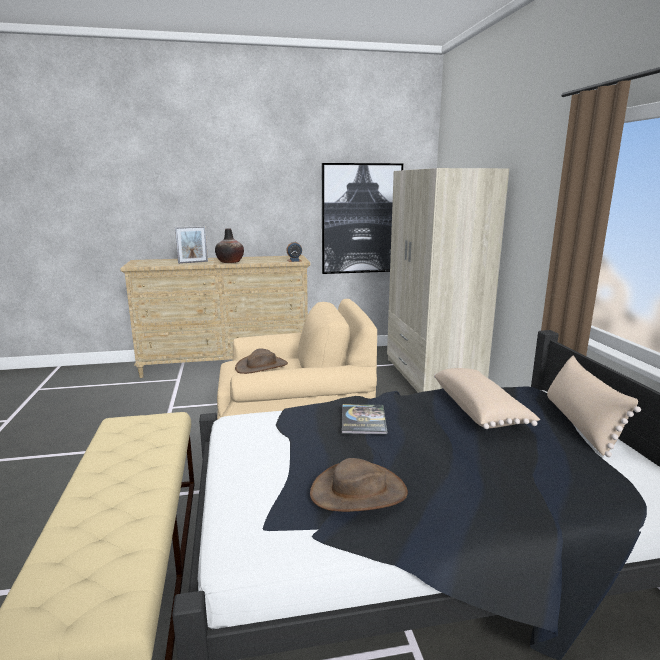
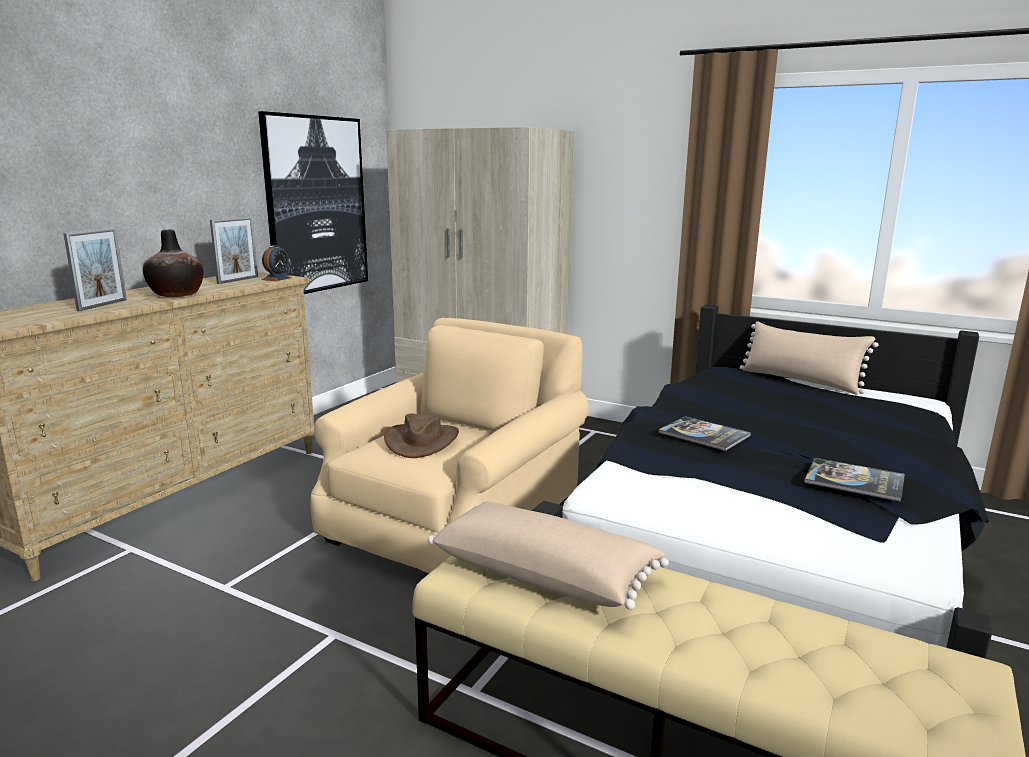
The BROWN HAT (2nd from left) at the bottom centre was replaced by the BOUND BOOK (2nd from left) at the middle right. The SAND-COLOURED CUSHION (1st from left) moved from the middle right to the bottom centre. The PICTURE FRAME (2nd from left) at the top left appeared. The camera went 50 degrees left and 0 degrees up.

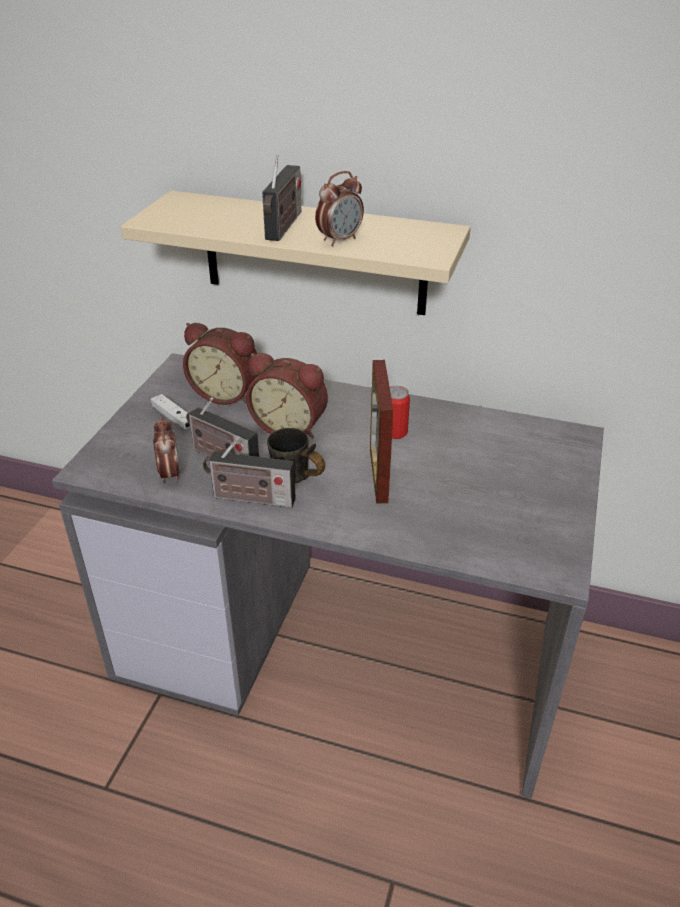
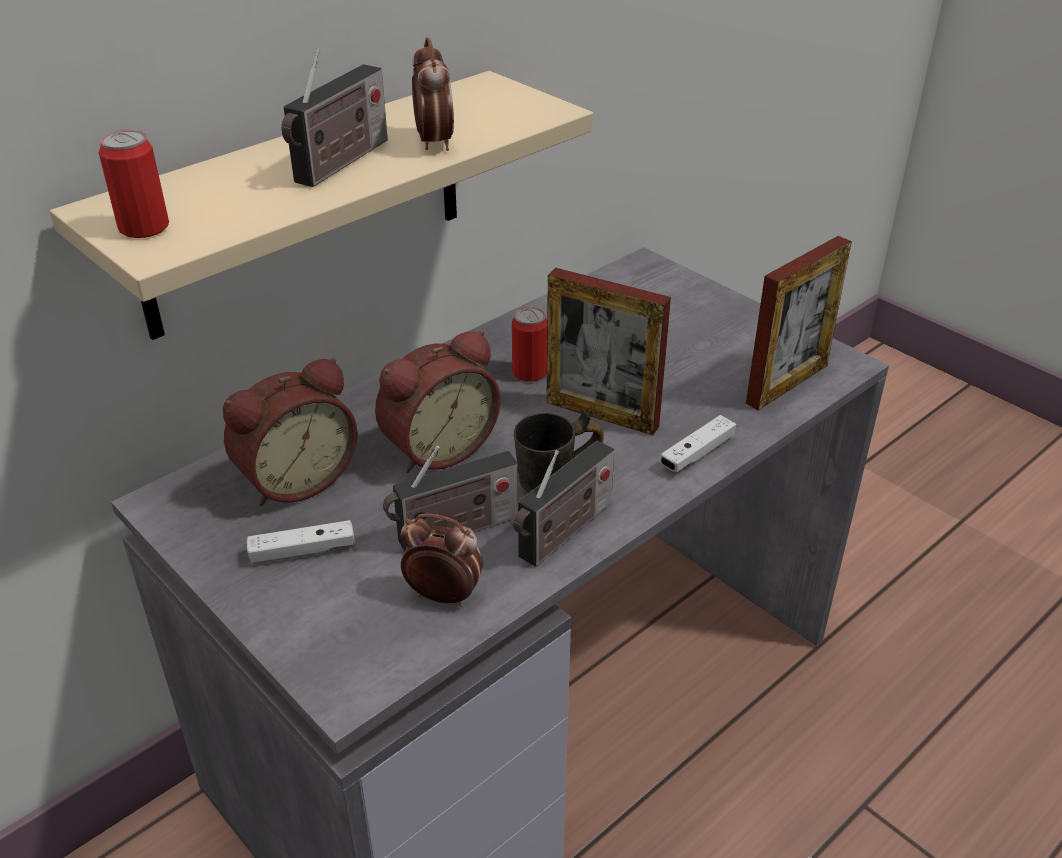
The RADIO (3rd from left in the first image) at the top centre turned 75 degrees clockwise. The METAL CAN (1st from left) at the top left appeared. The WHITE GAME CONTROLLER (2nd from left) at the centre appeared. The PICTURE FRAME (2nd from left) at the middle right appeared. The camera went 60 degrees left and 0 degrees up.

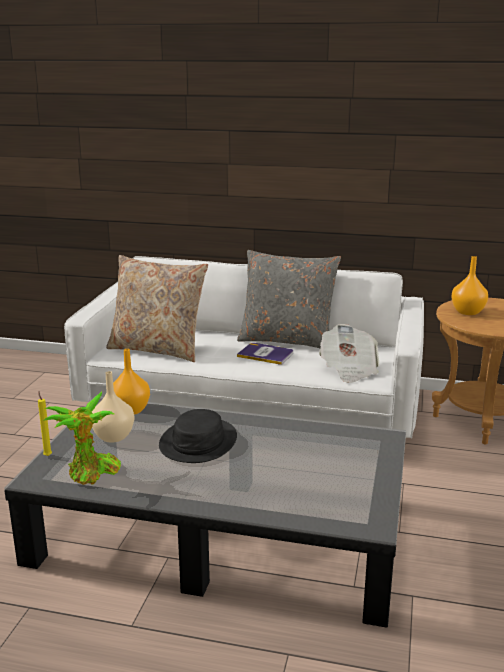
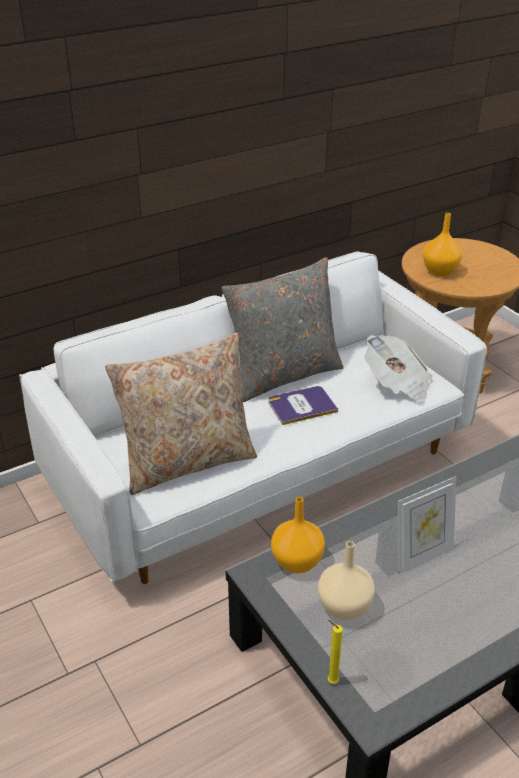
The POTTED PLANT at the middle left disappeared. The BLACK HAT at the centre was replaced by the PICTURE FRAME at the bottom right. The camera went 45 degrees left and 15 degrees up.

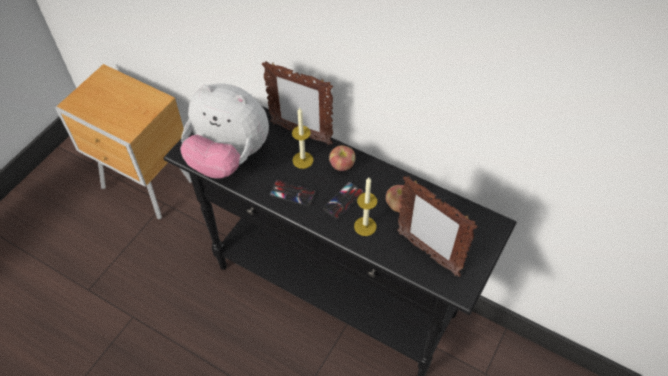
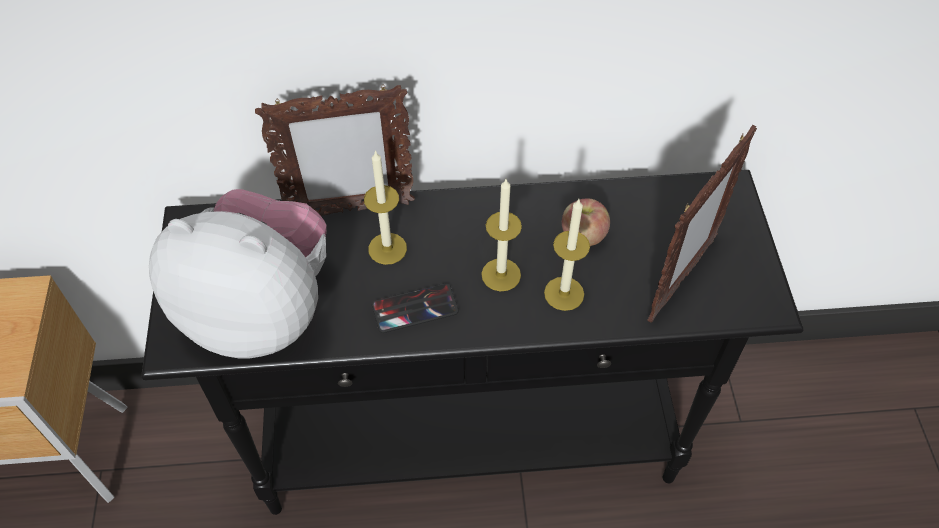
The SOFT TOY at the centre turned 150 degrees counterclockwise. The HANDSET (2nd from left) at the centre was replaced by the CANDLE (2nd from left) at the centre. The APPLE (1st from left) at the centre disappeared. The PICTURE FRAME (2nd from left) at the centre turned 60 degrees counterclockwise. The camera went 35 degrees left and 0 degrees up.

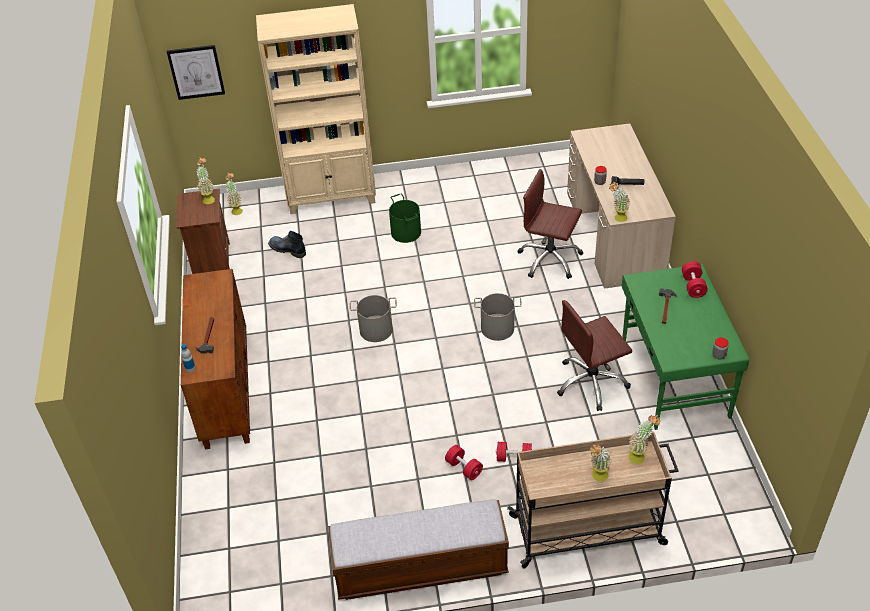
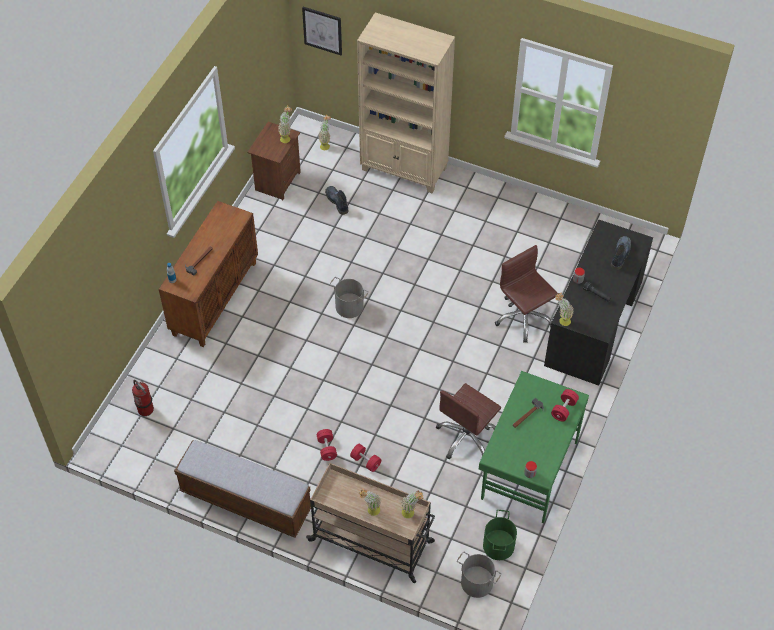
The GREEN-COLOURED BUCKET moved from the centre to the bottom centre. The GRAY BUCKET (2nd from left) moved from the centre to the bottom centre. The BROWN COMPUTER CHAIR (2nd from left in the first image) at the middle right turned 60 degrees counterclockwise. The SAND-COLOURED DESK TABLE at the middle right became the BLACK DESK TABLE at the middle right. The FIRE EXTINGUISHER at the middle left appeared. The TALL BOOT (2nd from left) at the middle right appeared. The camera went 30 degrees right and 10 degrees up.

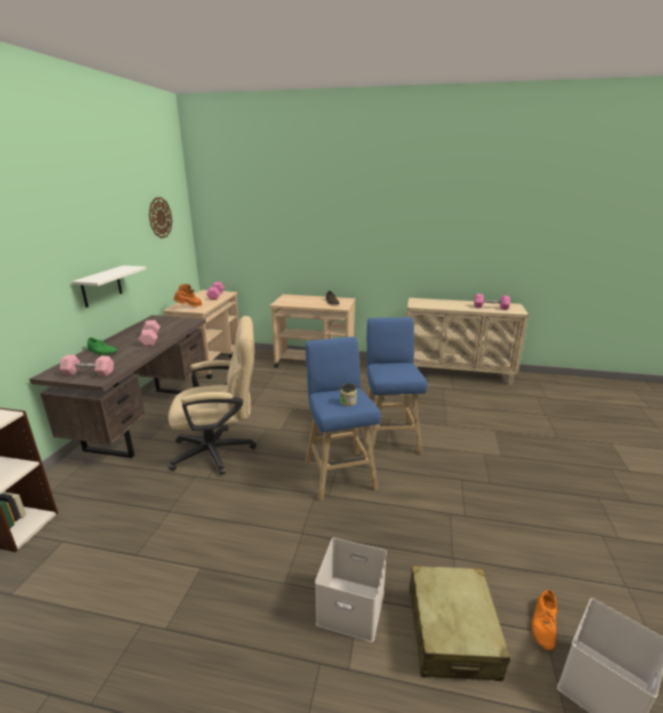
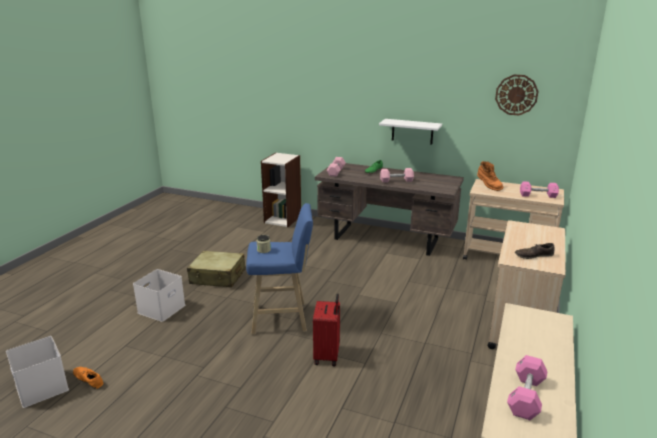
The SAND-COLOURED COMPUTER CHAIR at the middle left disappeared. The BLUE-COLOURED STOOL SEAT (2nd from left) at the centre was replaced by the RED SUITCASE at the bottom centre. The SAND-COLOURED SUITCASE moved from the bottom right to the middle left. The camera went 100 degrees right and 0 degrees up.

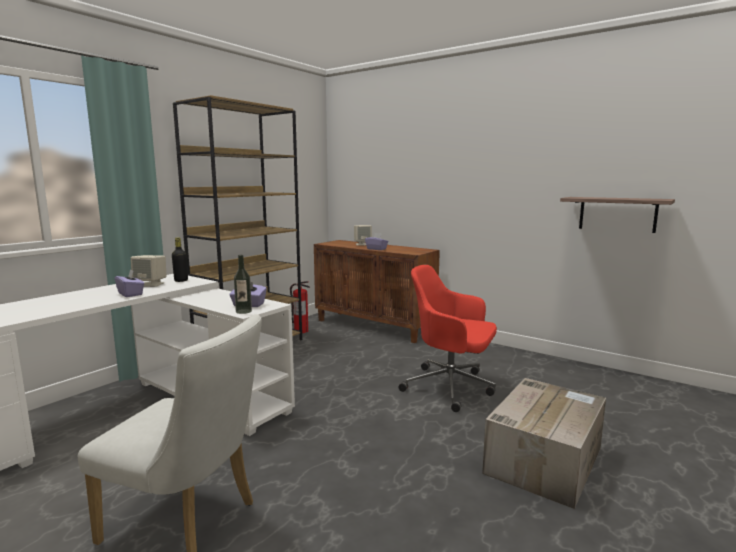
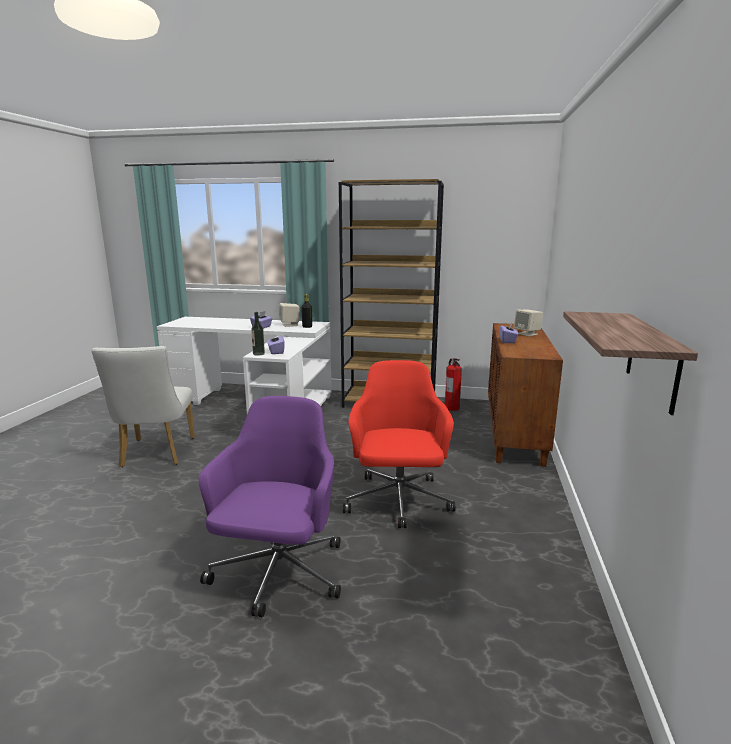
The CARDBOARD BOX at the bottom right was replaced by the PURPLE COMPUTER CHAIR at the bottom centre. The camera went 65 degrees right and 5 degrees up.

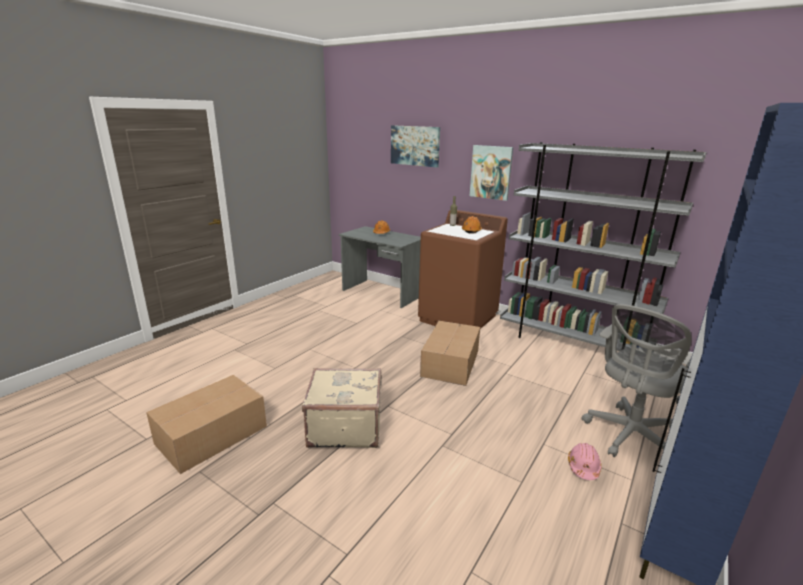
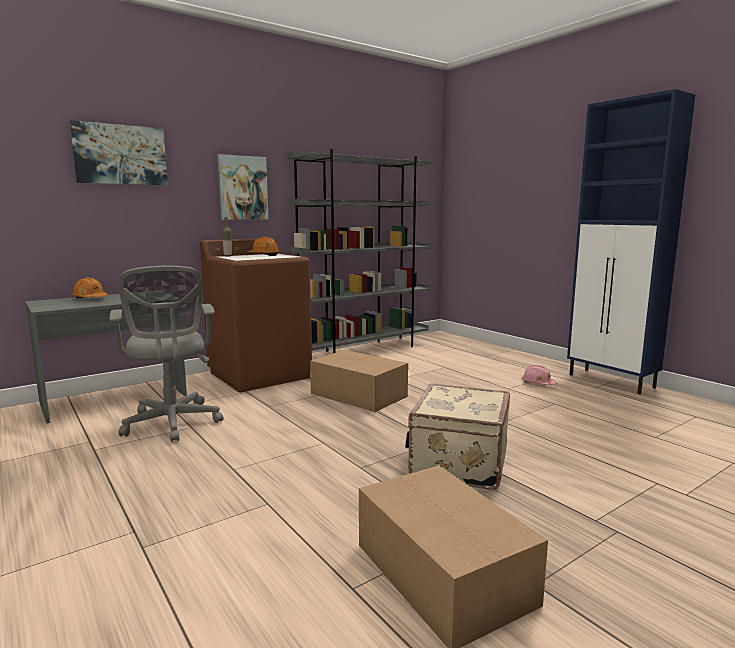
The GRAY COMPUTER CHAIR moved from the middle right to the middle left. The camera went 70 degrees left and 10 degrees down.

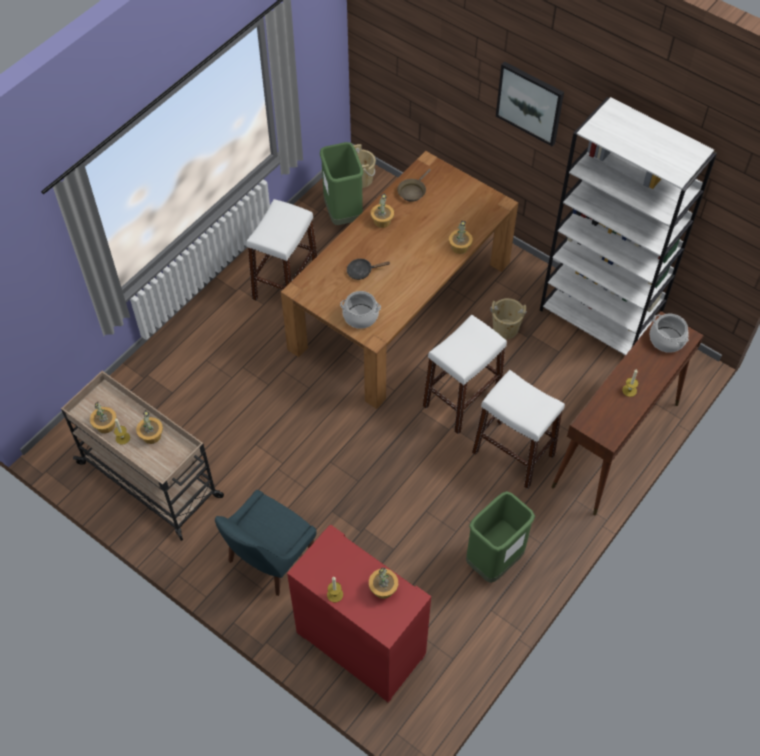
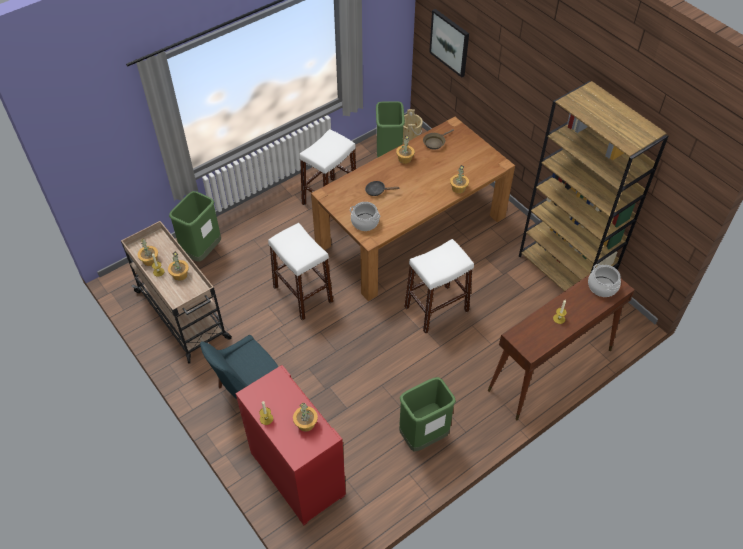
The WHITE STOOL SEAT (3rd from left in the first image) moved from the middle right to the centre. The SAND-COLOURED BUCKET (2nd from left) at the middle right disappeared. The PICTURE moved from the top right to the top centre. The WHITE SHELVING UNIT at the top right became the BROWN SHELVING UNIT at the middle right. The GREEN-COLOURED WASTE BIN (1st from left) at the middle left appeared. The camera went 15 degrees right and 5 degrees down.

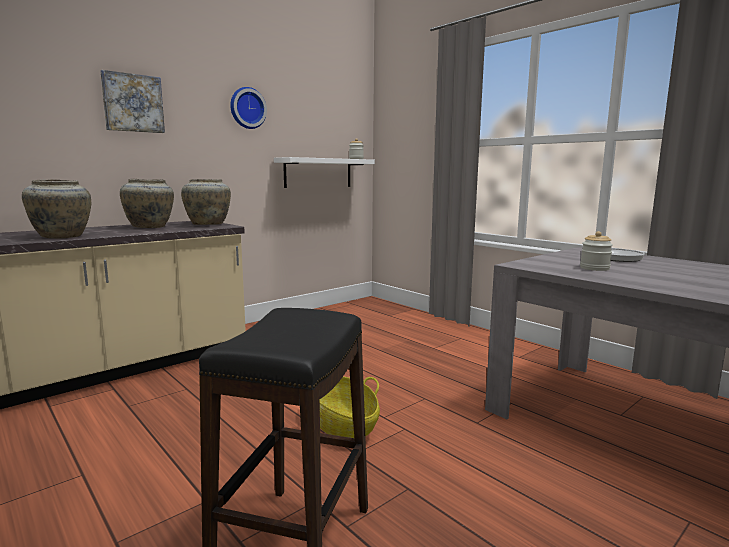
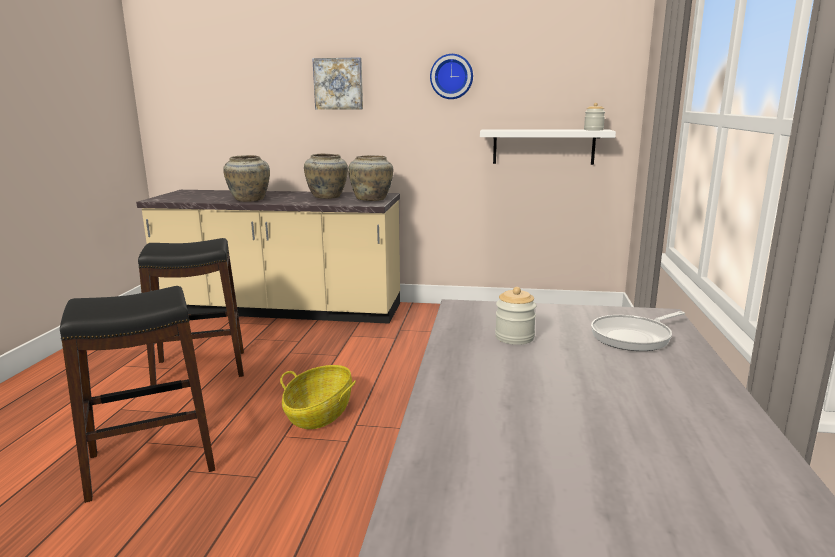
The BLACK STOOL SEAT (2nd from left) at the middle left appeared. The camera went 50 degrees right and 5 degrees up.

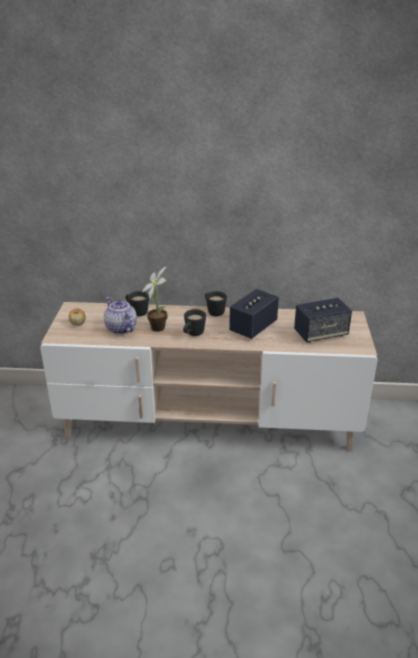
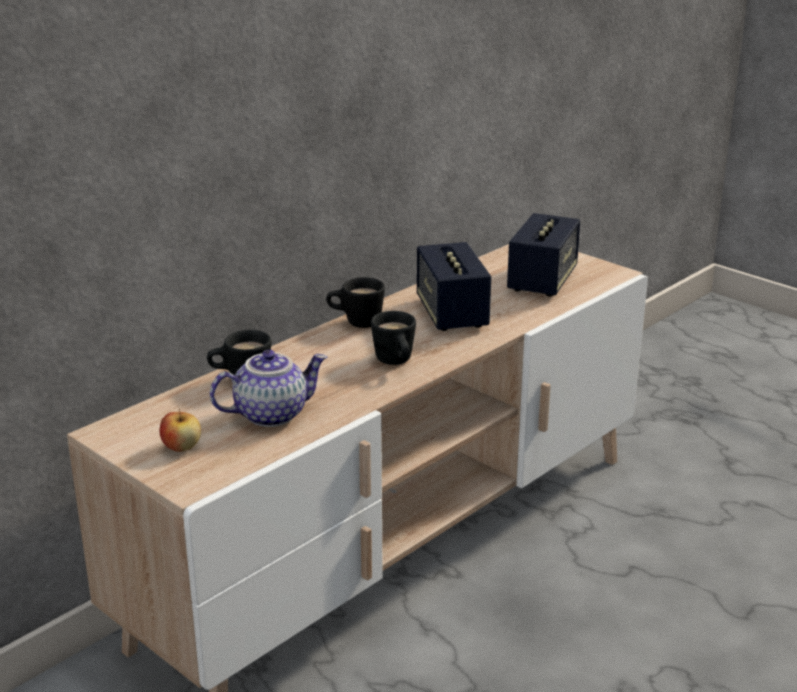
The TEA POT at the middle left turned 150 degrees clockwise. The POTTED PLANT at the centre disappeared. The camera went 50 degrees left and 5 degrees down.

